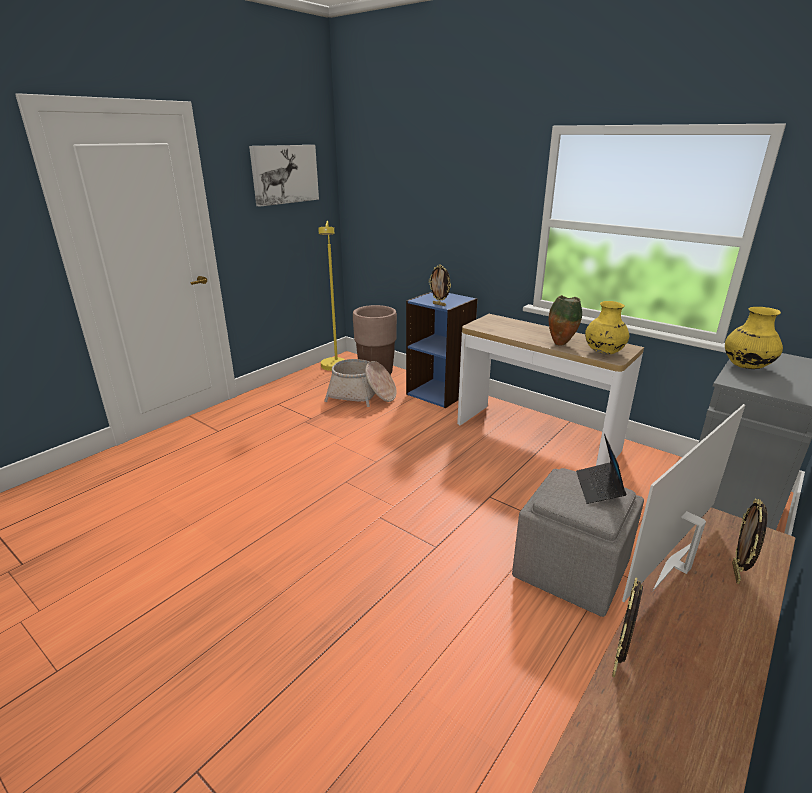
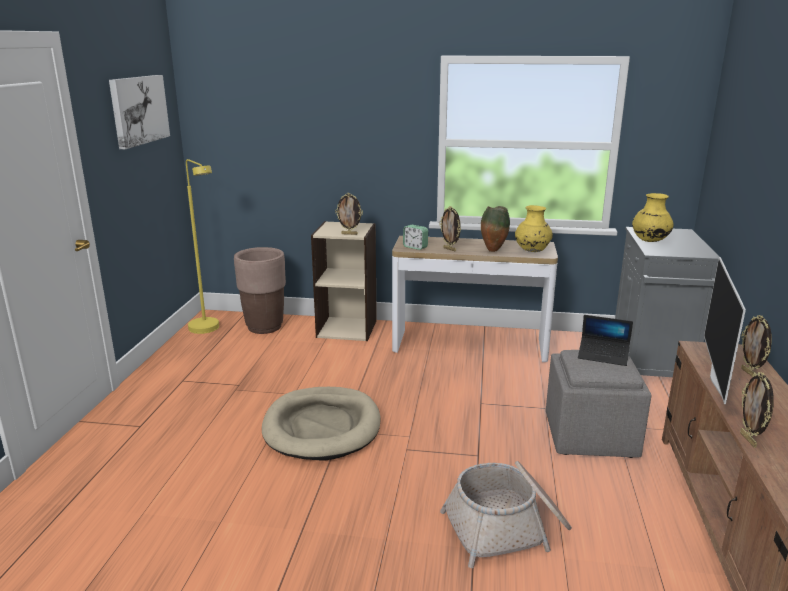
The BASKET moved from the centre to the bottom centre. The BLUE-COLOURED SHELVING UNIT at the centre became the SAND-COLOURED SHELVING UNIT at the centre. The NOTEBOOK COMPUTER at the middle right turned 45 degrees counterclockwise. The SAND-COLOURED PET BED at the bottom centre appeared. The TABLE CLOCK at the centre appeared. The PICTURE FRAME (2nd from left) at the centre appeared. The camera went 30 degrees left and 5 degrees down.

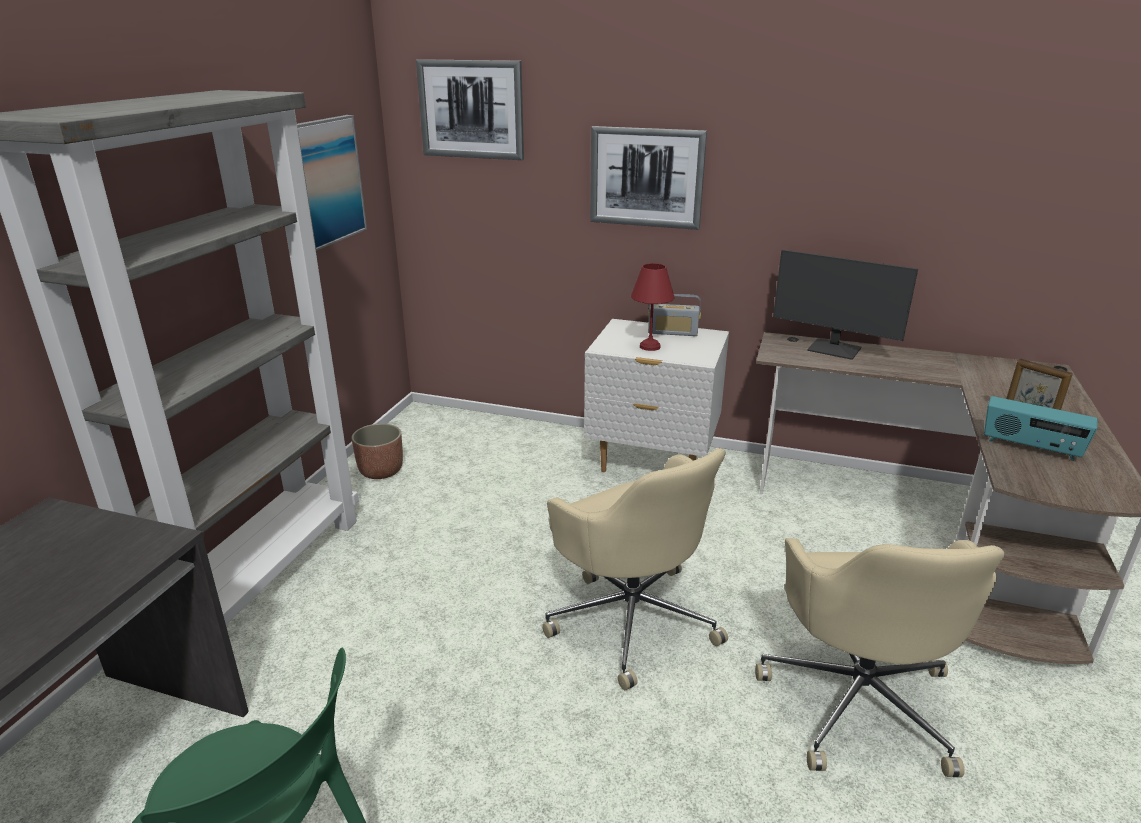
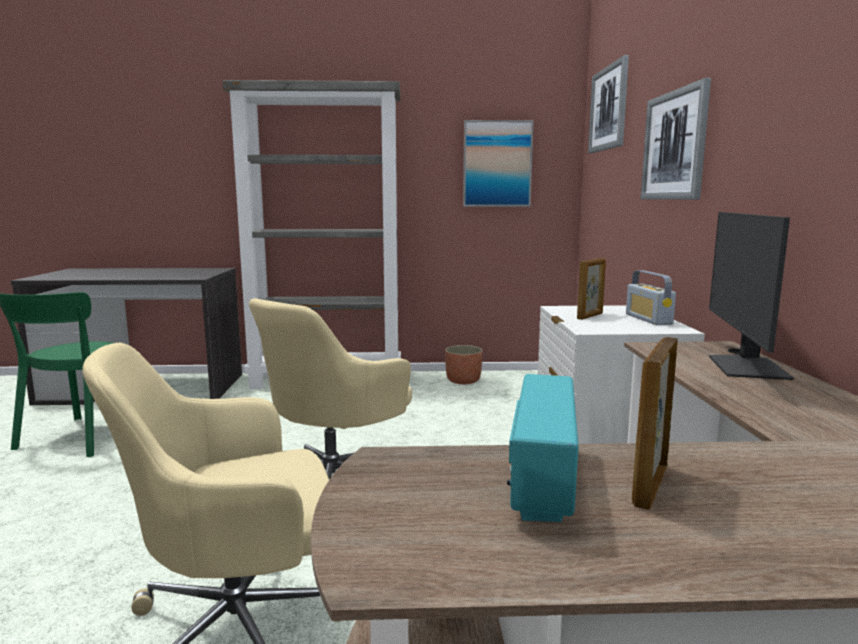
The RED TABLE LAMP at the centre was replaced by the PICTURE FRAME (1st from left) at the middle right. The camera went 70 degrees right and 15 degrees down.

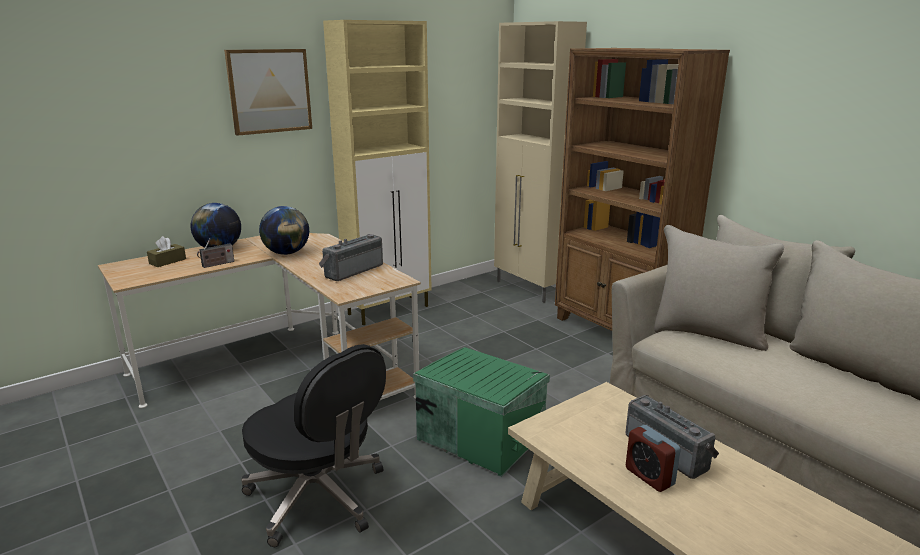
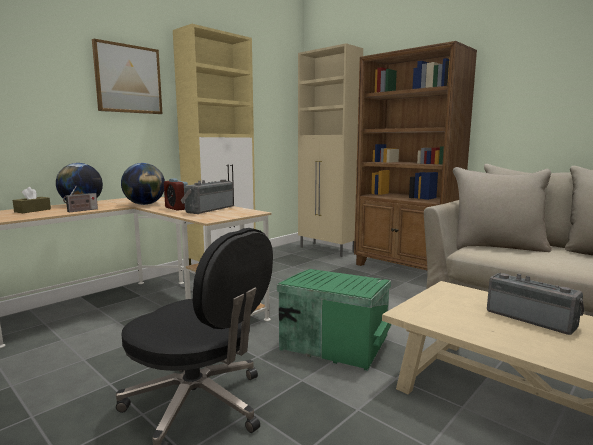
The TABLE CLOCK moved from the bottom right to the middle left. The camera went 10 degrees left and 10 degrees down.

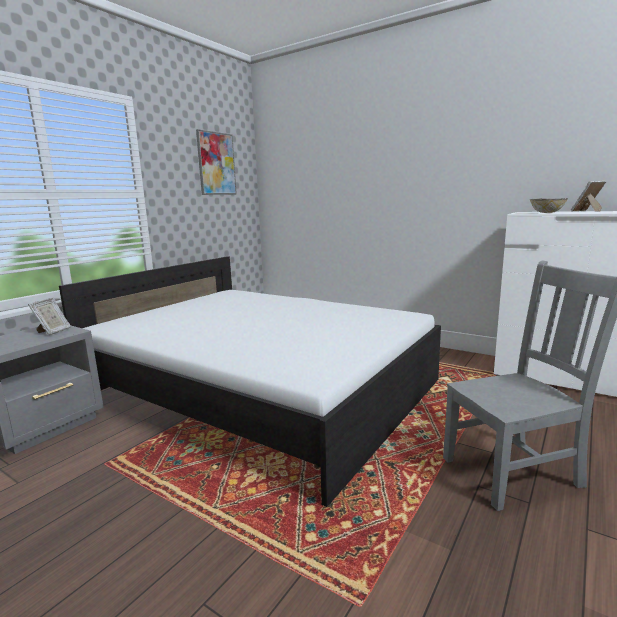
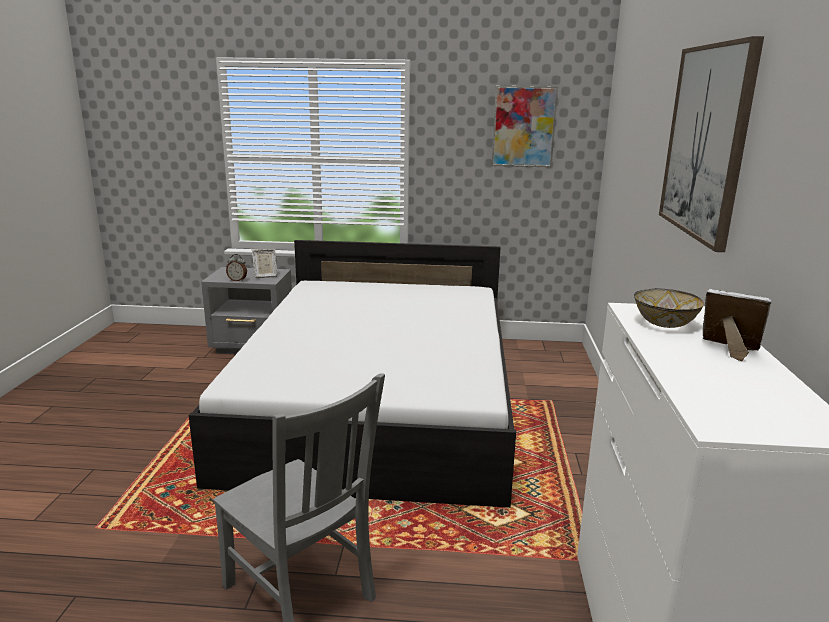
The TABLE CLOCK at the middle left appeared. The PICTURE (2nd from left) at the top right appeared. The camera went 60 degrees right and 5 degrees up.

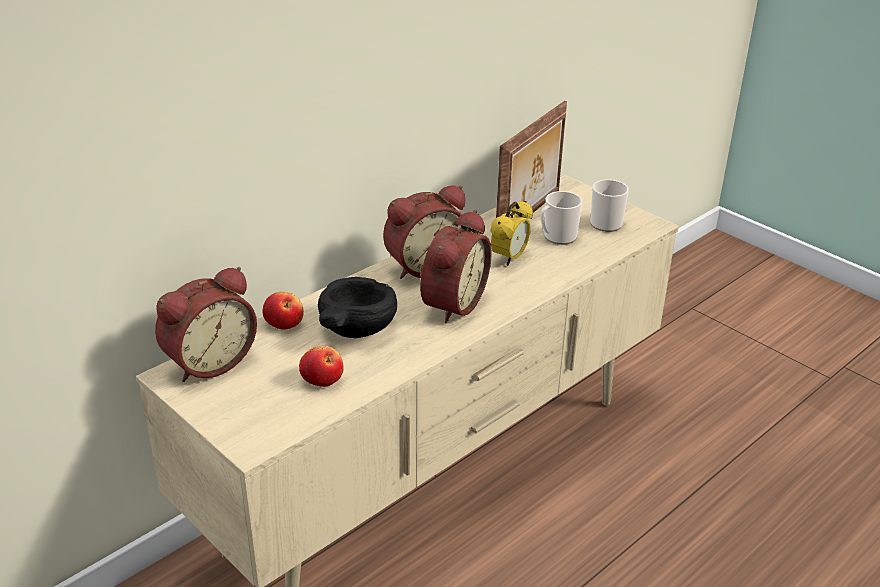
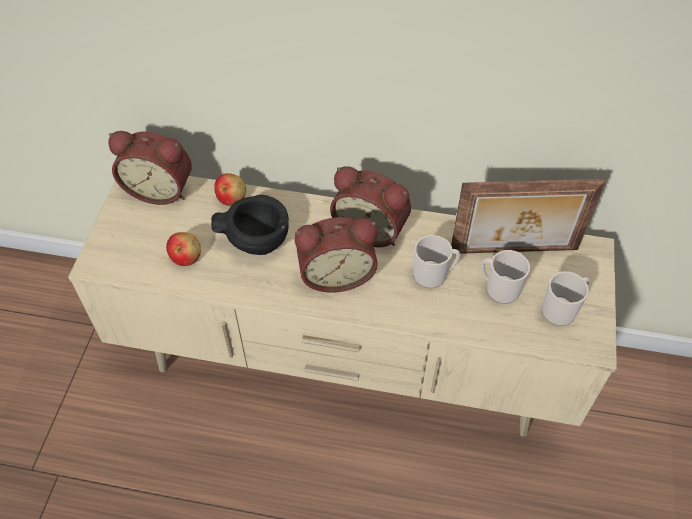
The TABLE CLOCK (4th from left) at the centre was replaced by the COFFEE MUG (1st from left) at the centre. The camera went 55 degrees right and 20 degrees up.

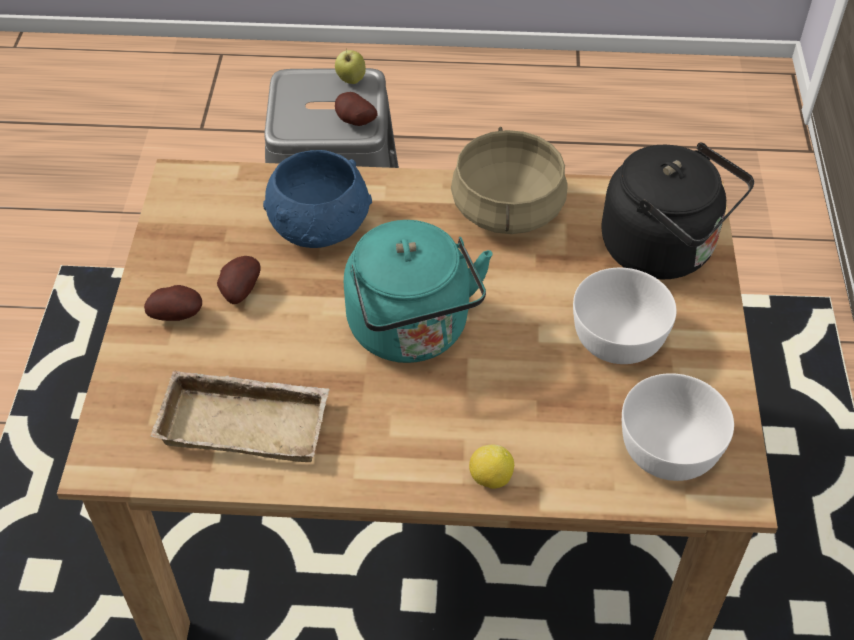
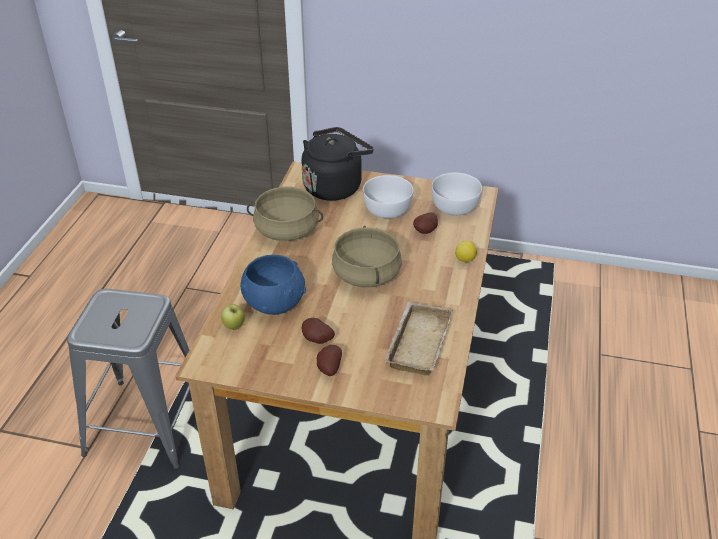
The APPLE moved from the top centre to the middle left. The SPUD (3rd from left) moved from the top centre to the centre. The TURQUOISE-COLOURED TEA KETTLE at the centre was replaced by the SAND-COLOURED SAUCEPOT (2nd from left) at the centre. The camera went 80 degrees left and 10 degrees down.

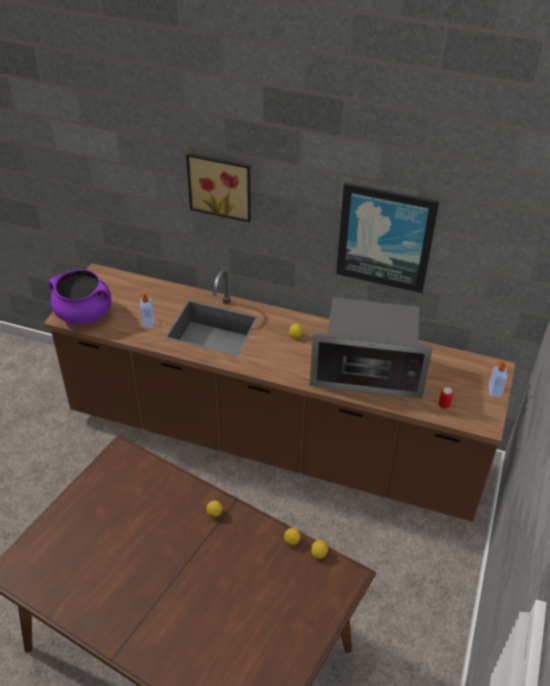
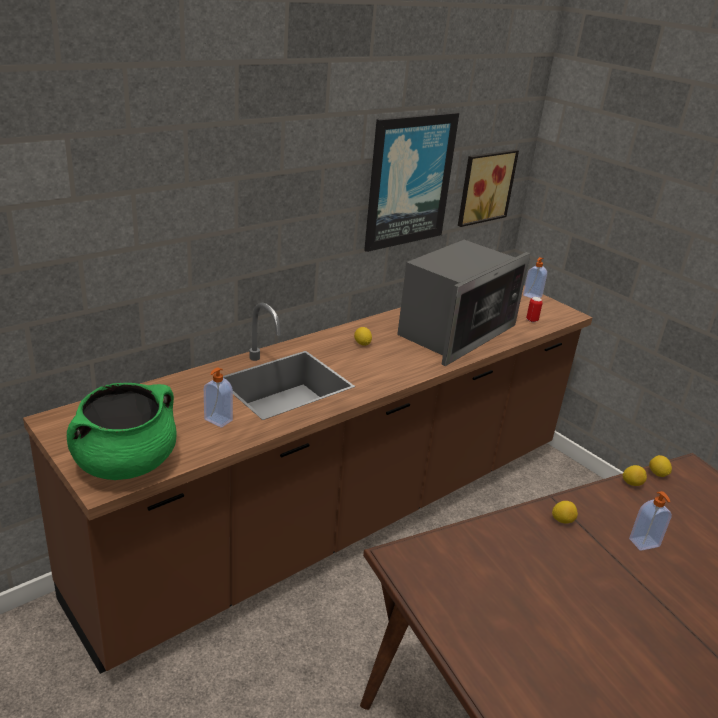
The PURPLE SAUCEPOT at the middle left became the GREEN-COLOURED SAUCEPOT at the middle left. The PICTURE (1st from left in the first image) moved from the top centre to the top right. The SOAP BOTTLE (3rd from left) at the bottom right appeared. The camera went 60 degrees left and 15 degrees down.

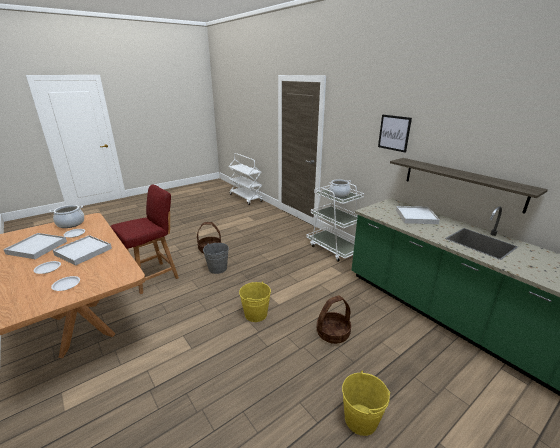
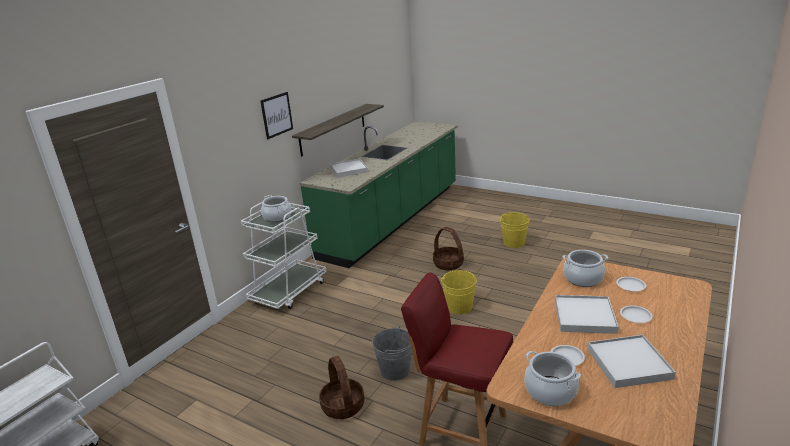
The SAUCEPOT (3rd from left) at the middle right appeared. The camera went 110 degrees left and 0 degrees up.

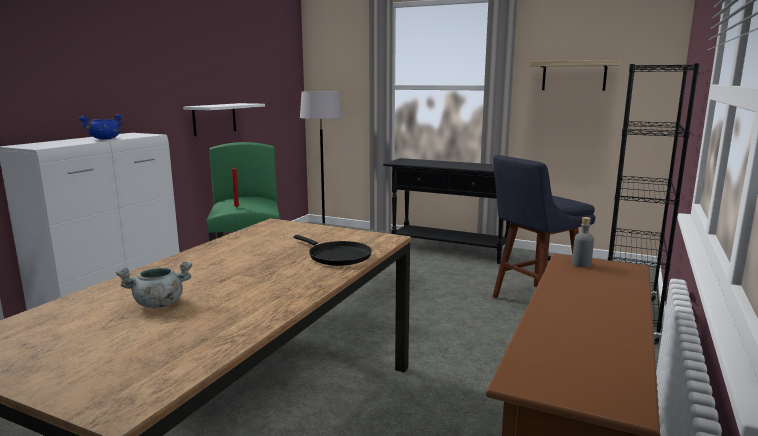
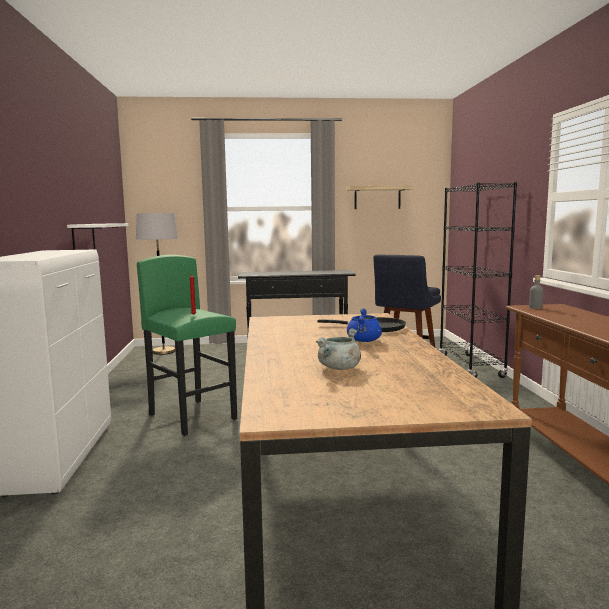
The BLUE-COLOURED SAUCEPOT moved from the top left to the centre. The camera went 30 degrees left and 5 degrees down.

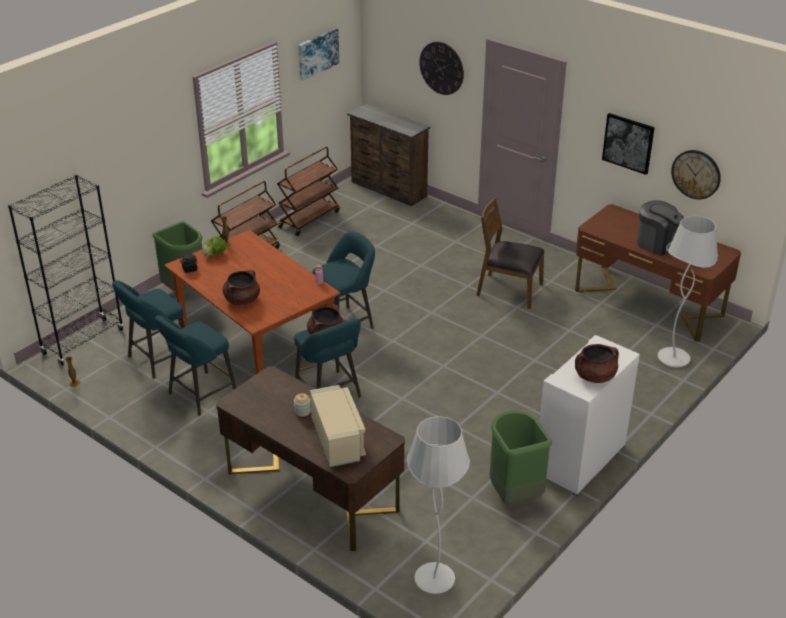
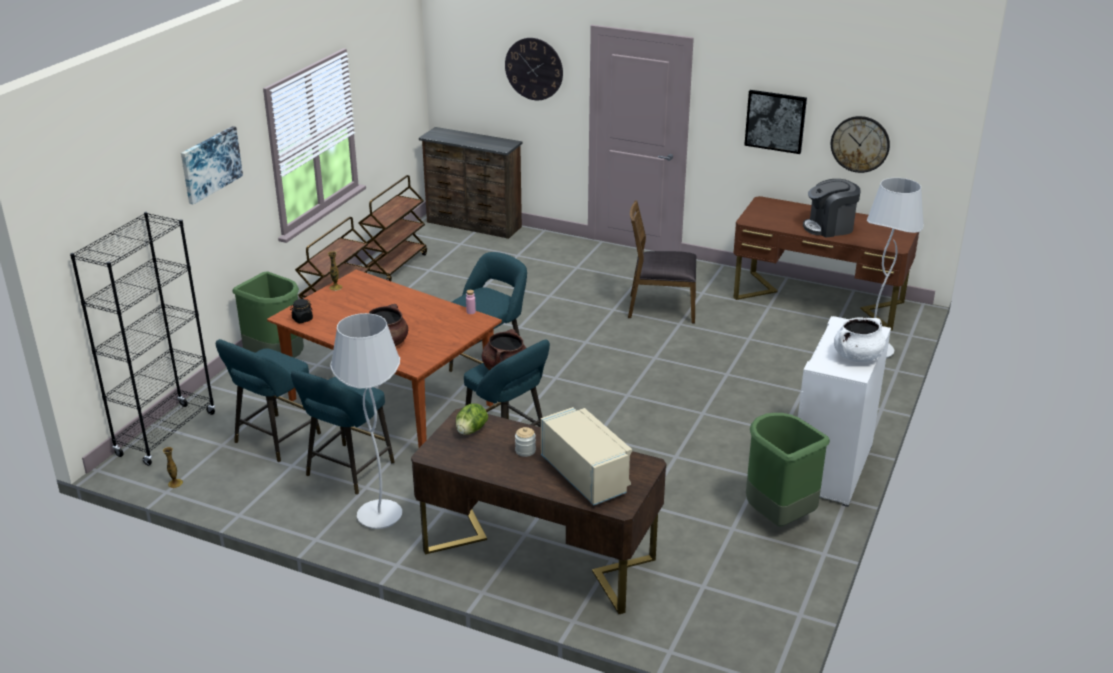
The LETTUCE HEAD moved from the middle left to the centre. The PICTURE (1st from left) moved from the top centre to the top left. The WHITE STANDARD LAMP (1st from left) moved from the bottom centre to the middle left. The BROWN SAUCEPOT (3rd from left) at the middle right became the WHITE SAUCEPOT at the middle right. The COFFEE BREWER at the middle right turned 150 degrees clockwise. The camera went 15 degrees left and 5 degrees down.

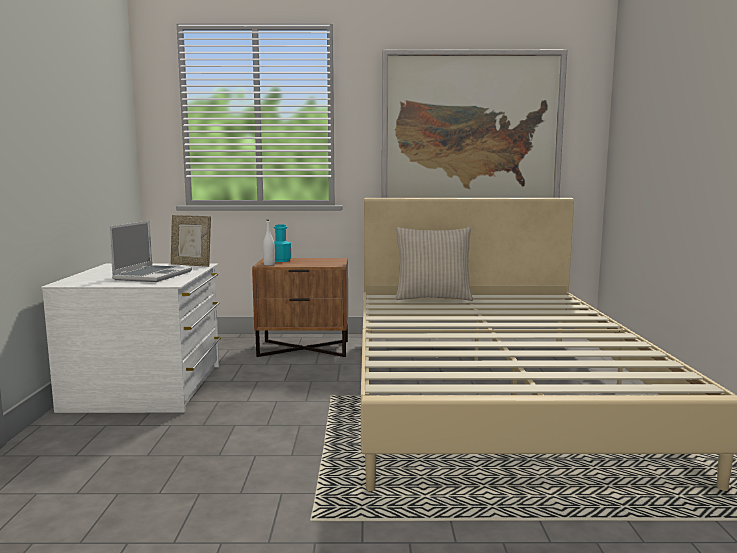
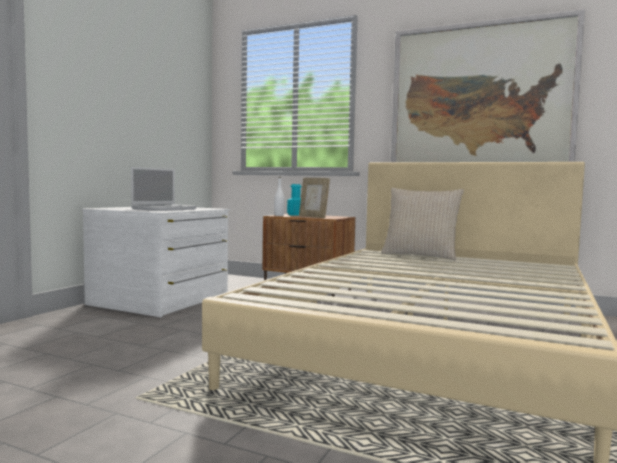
The PICTURE FRAME moved from the middle left to the centre. The camera went 25 degrees right and 5 degrees down.

